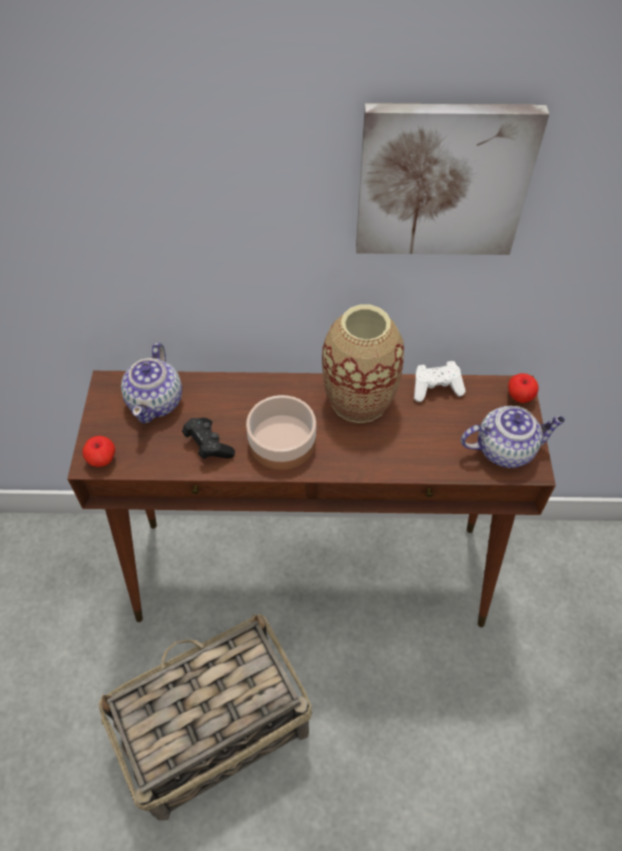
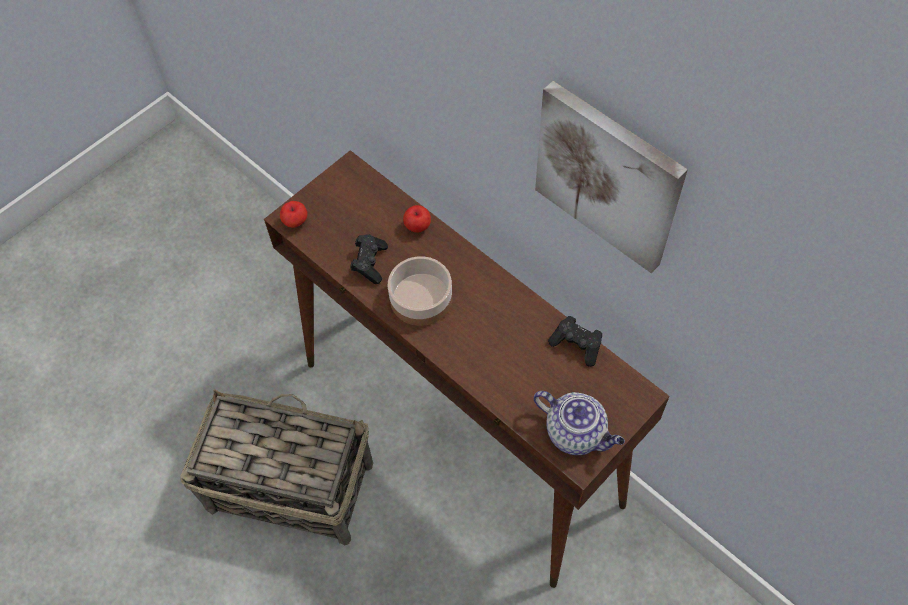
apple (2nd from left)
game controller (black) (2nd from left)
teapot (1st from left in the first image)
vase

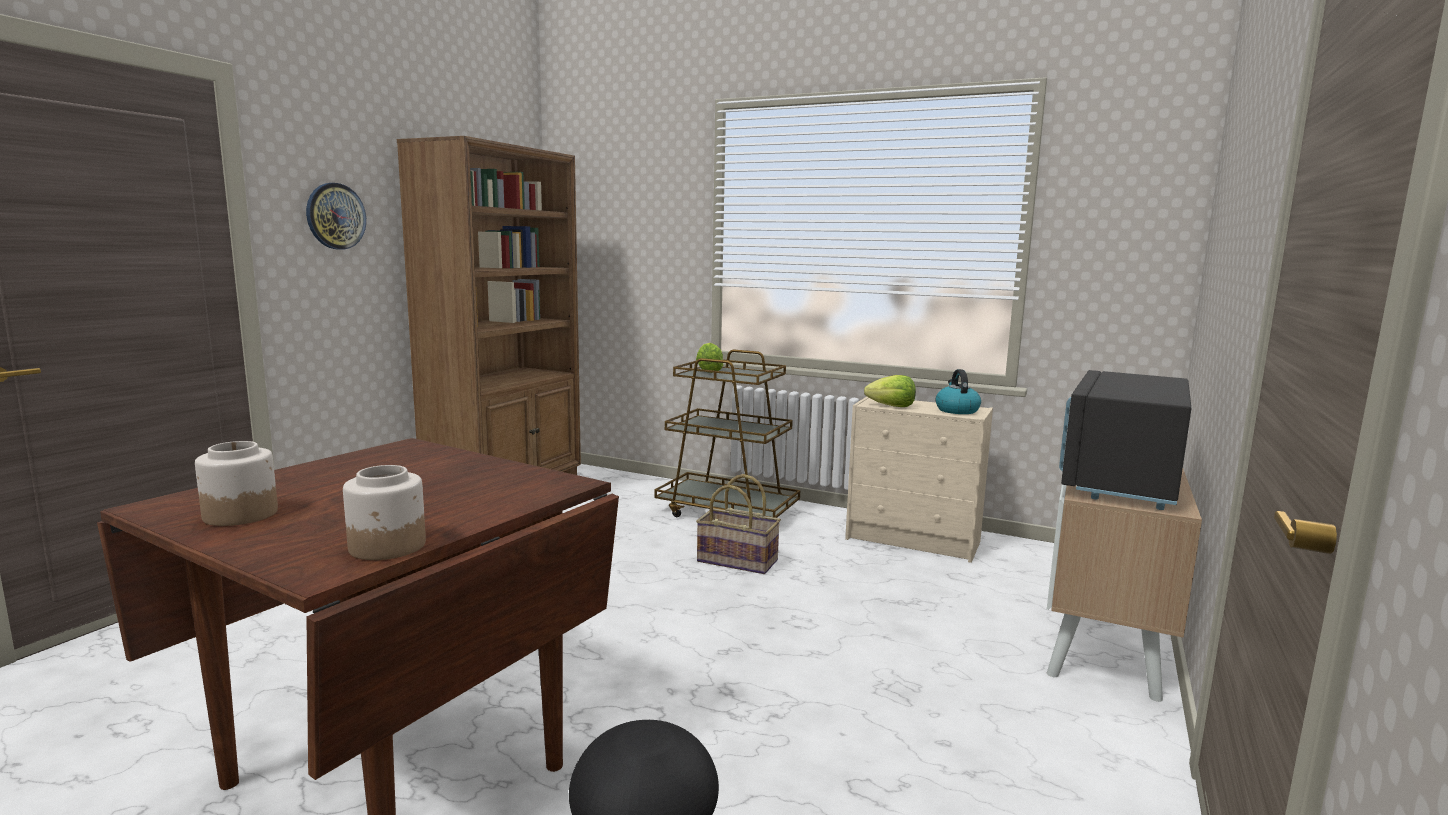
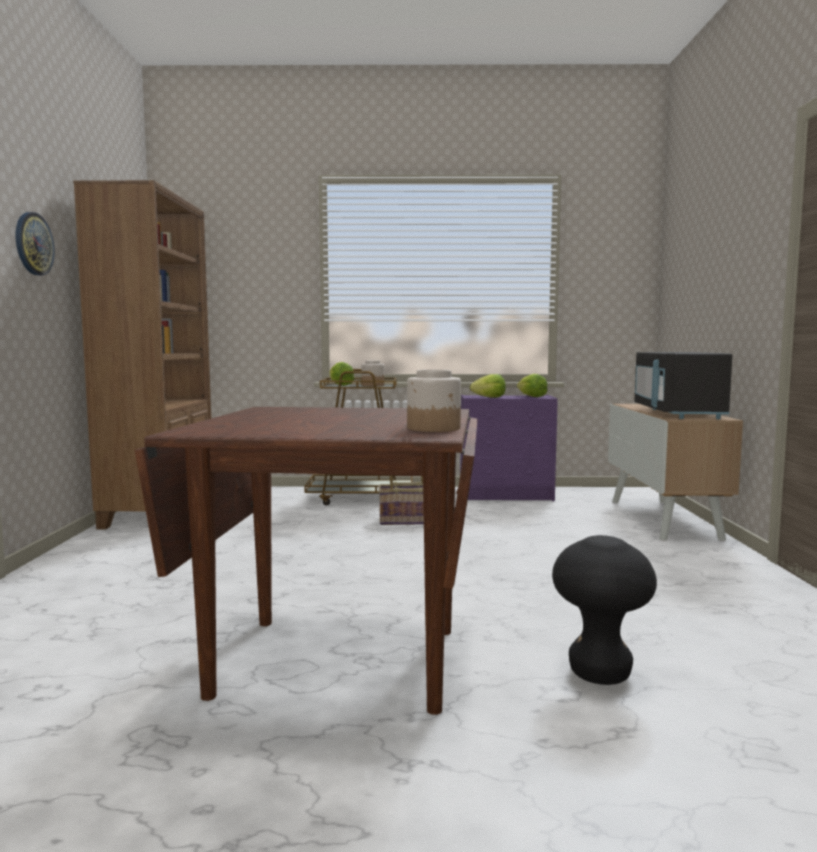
jar (1st from left)
dresser (purple)
lettuce (3rd from left)

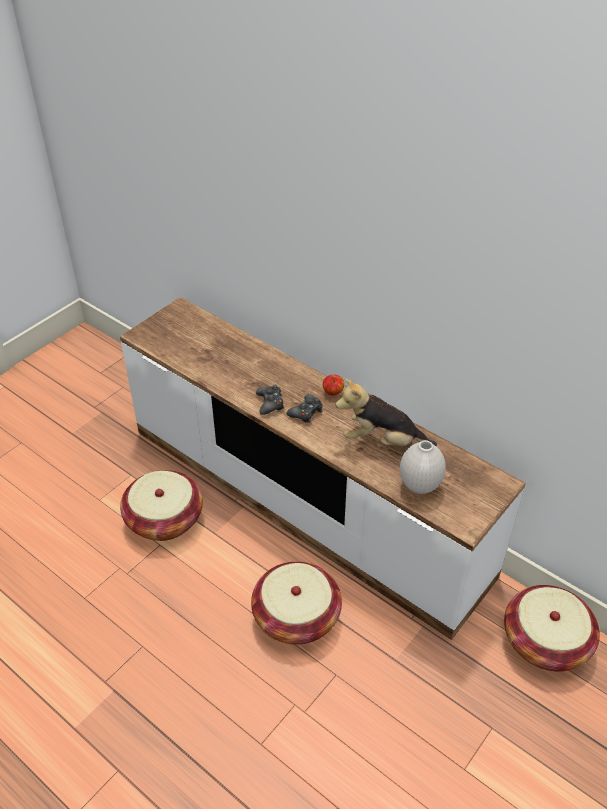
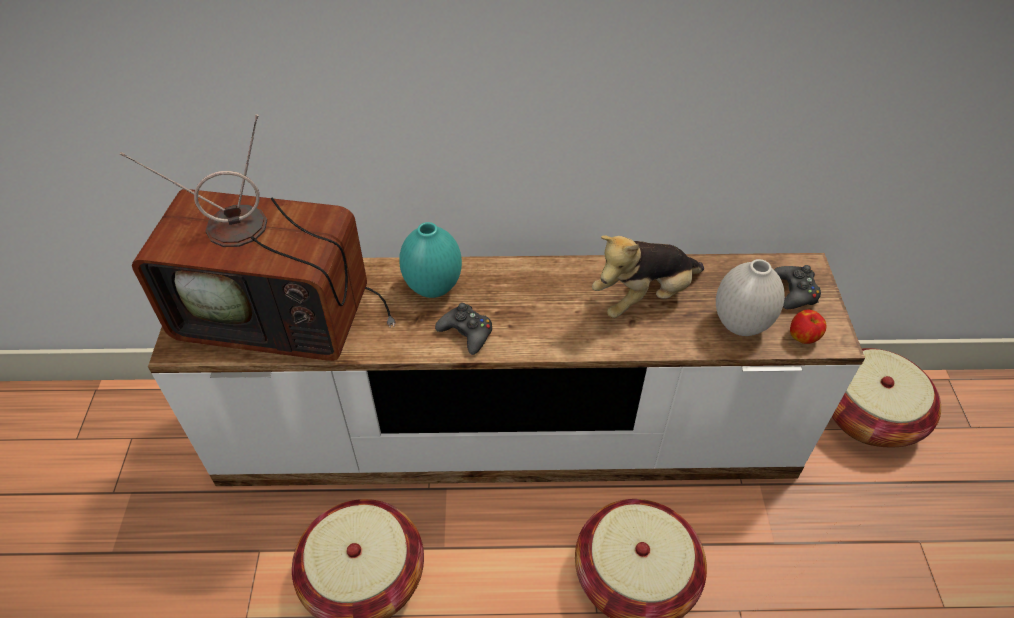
television
vase (turquoise)
game controller (black) (2nd from left)
apple

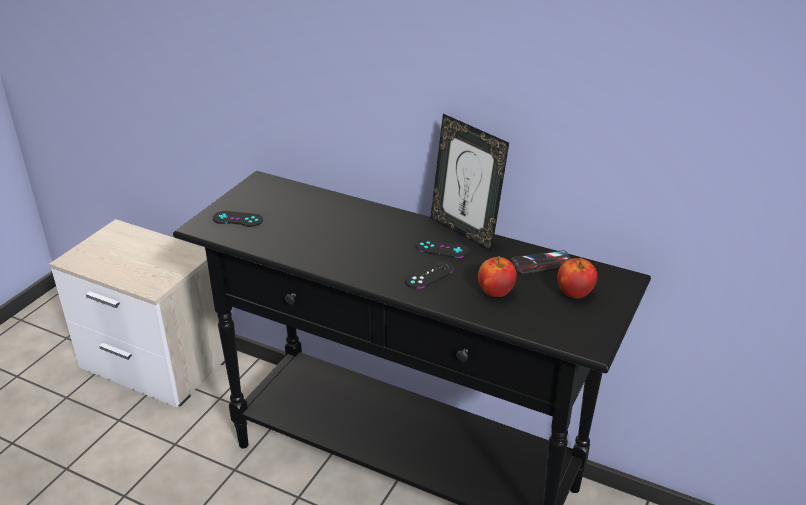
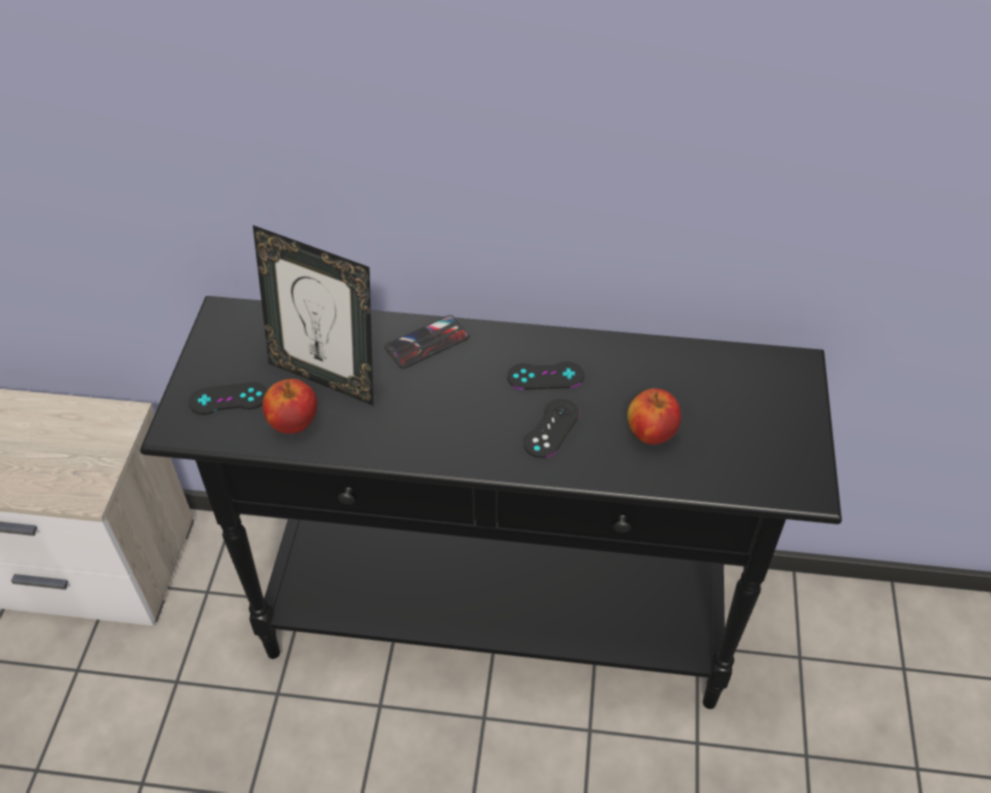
picture frame
apple (1st from left)
phone

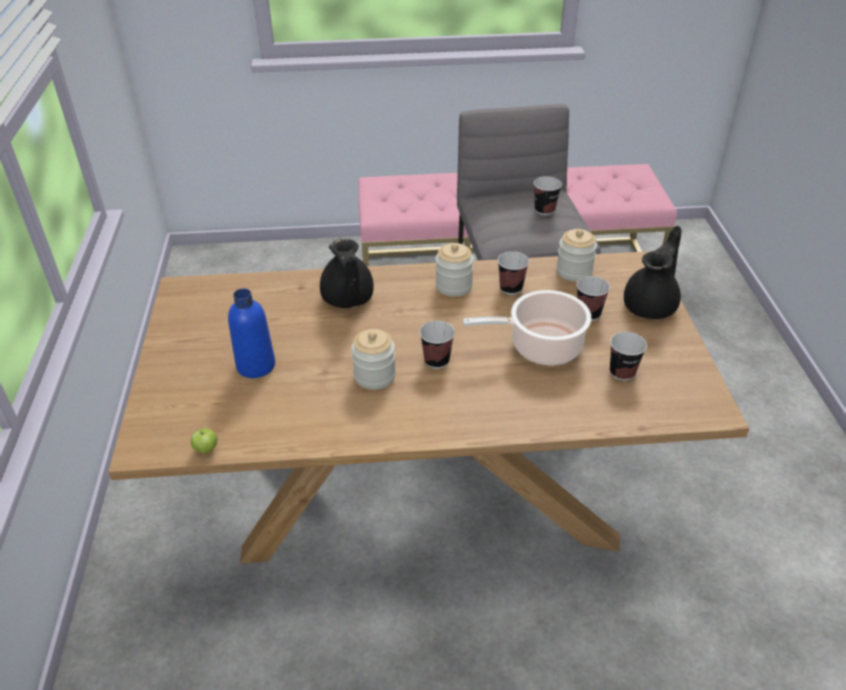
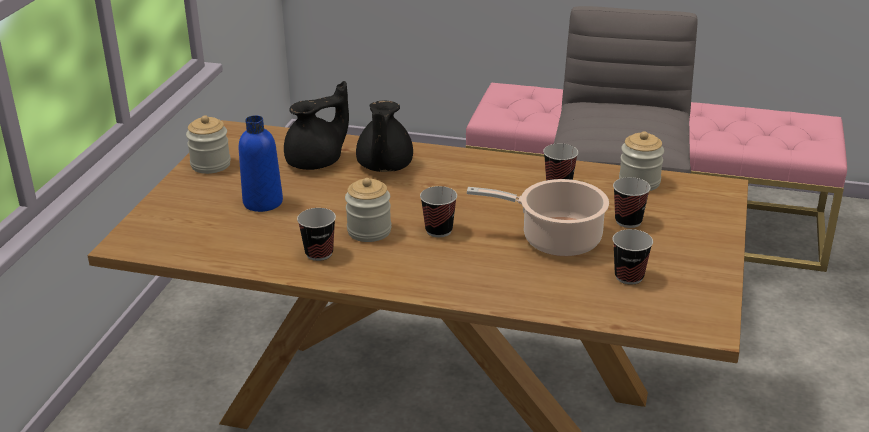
jar (1st from left)
teapot (black) (1st from left)
cup (1st from left)
apple

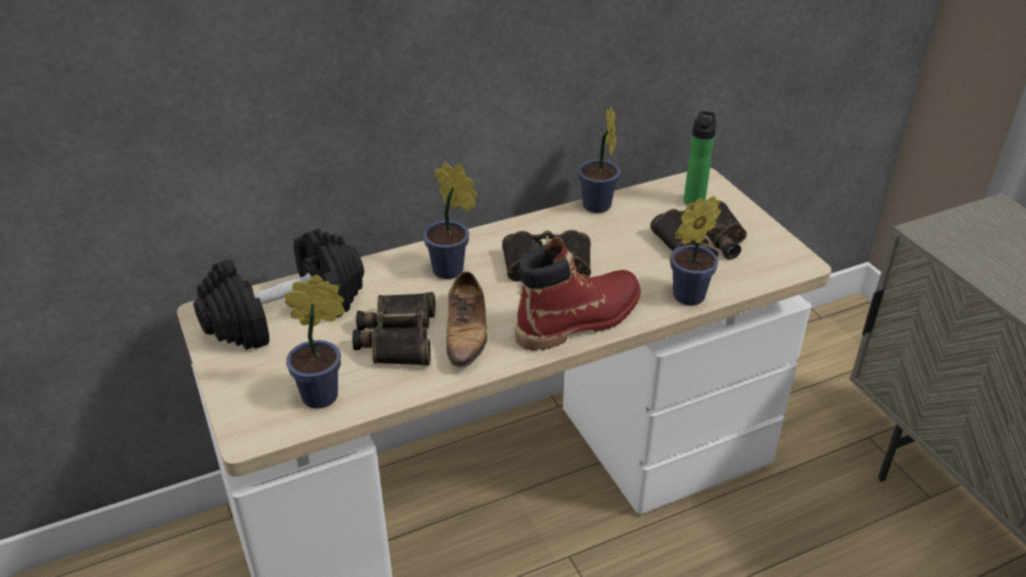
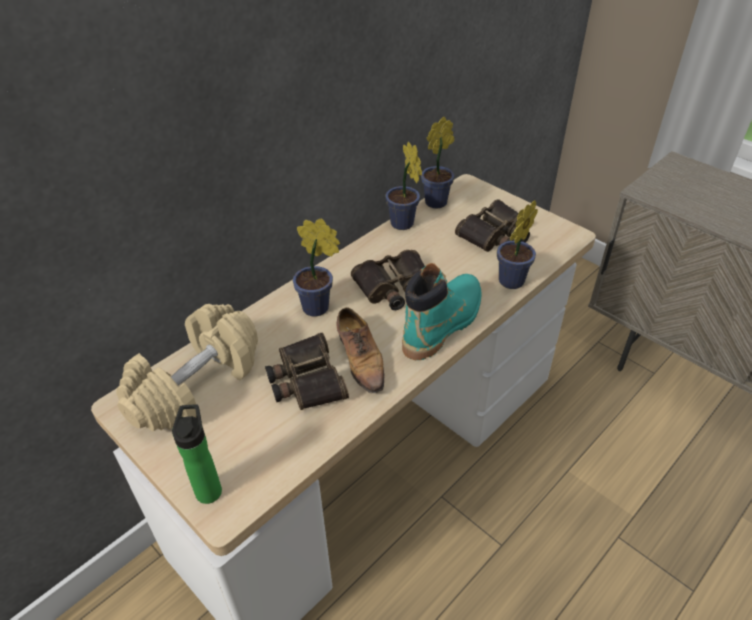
dumbbell (beige)
bottle
boot (turquoise)
potted plant (3rd from left)

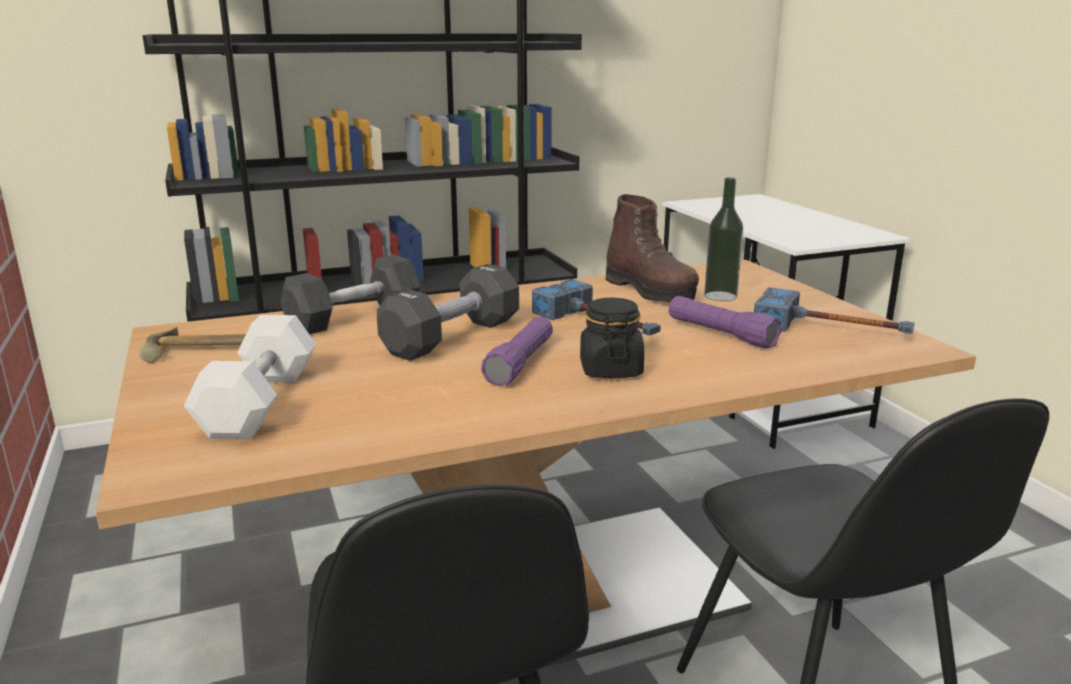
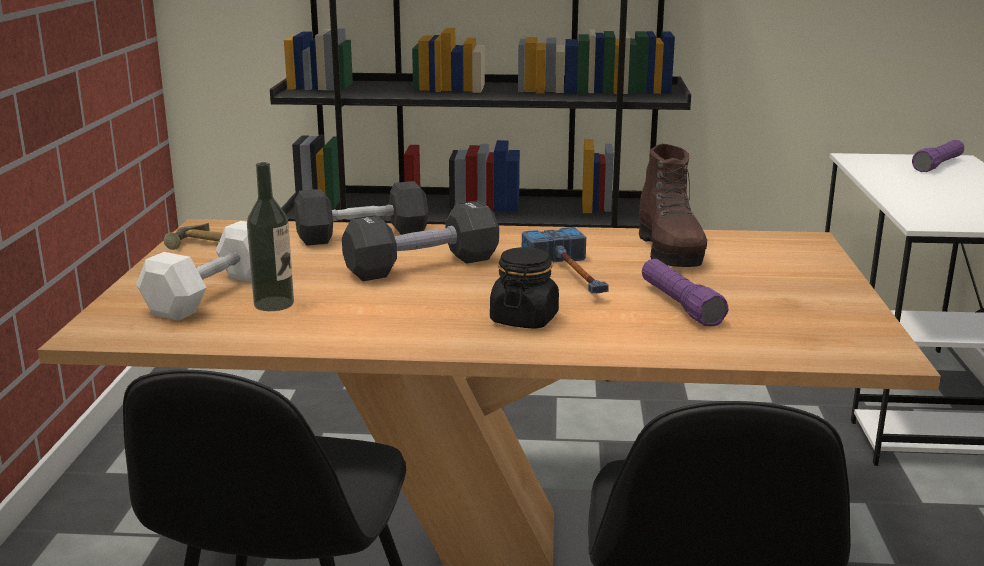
bottle
flashlight (purple) (2nd from left)
hammer (3rd from left in the first image)

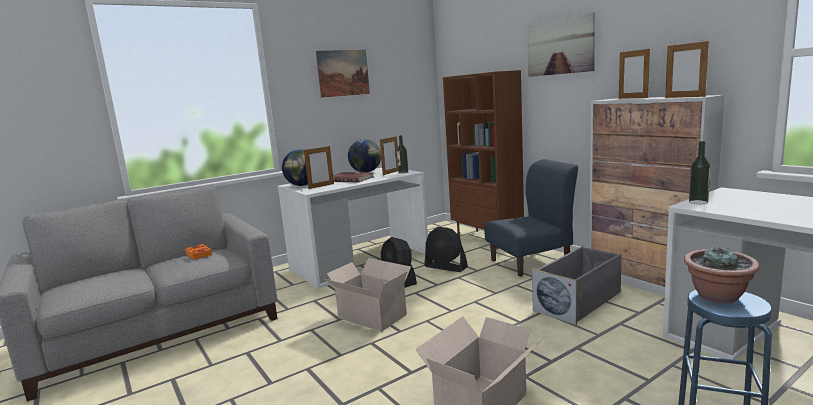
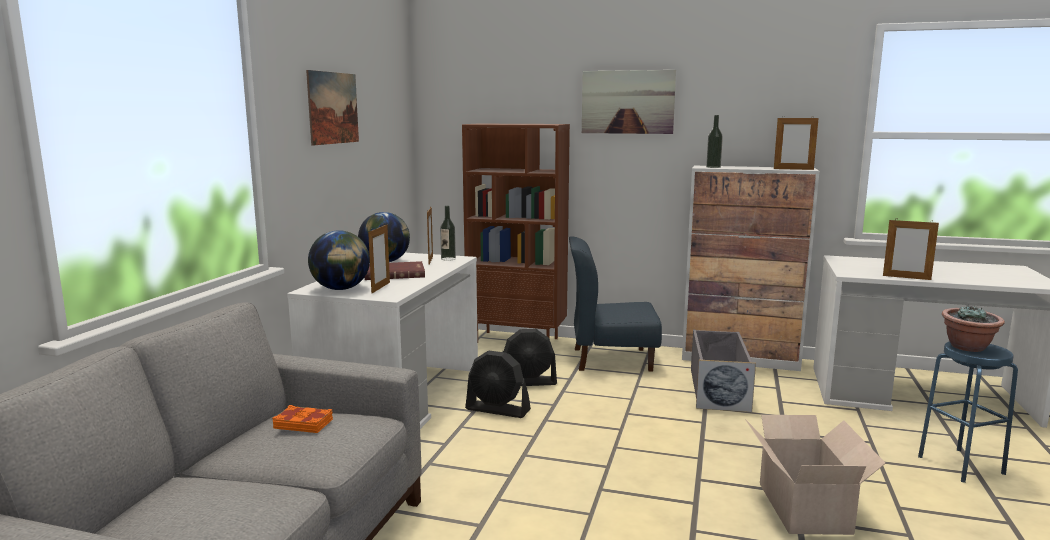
chair (blue)
bottle (2nd from left)
picture frame (4th from left)
cardboard box (1st from left in the first image)

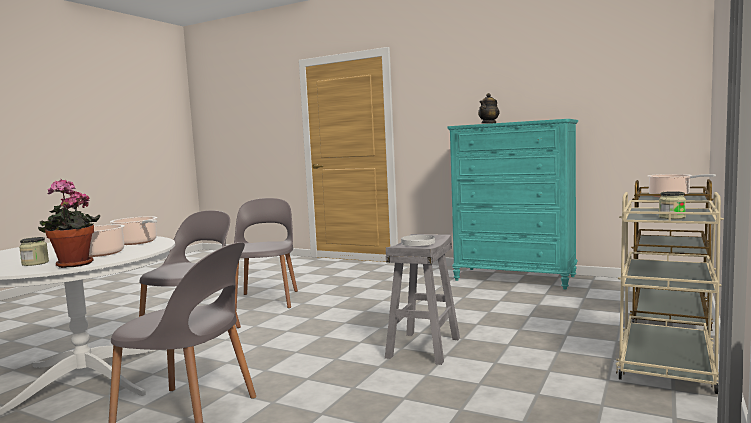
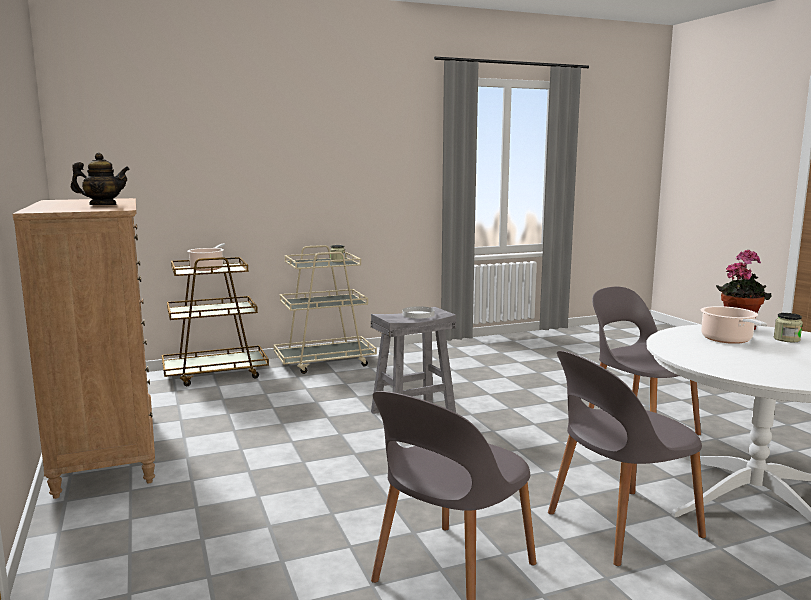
dresser (brown)
cooking pot (2nd from left in the first image)

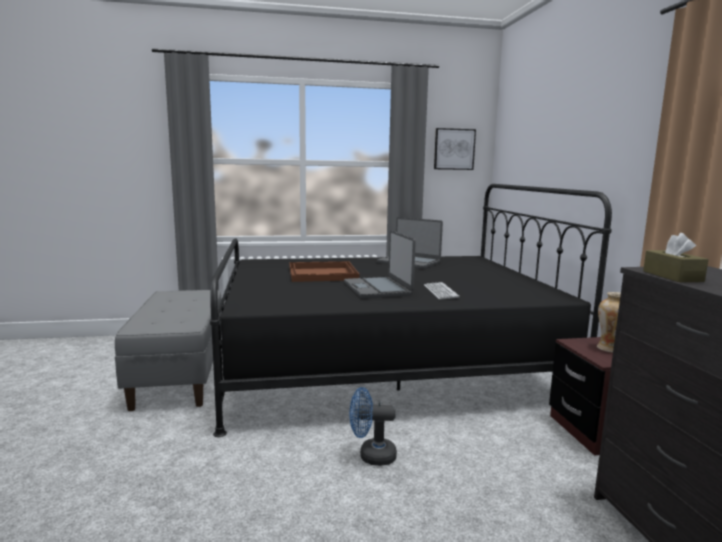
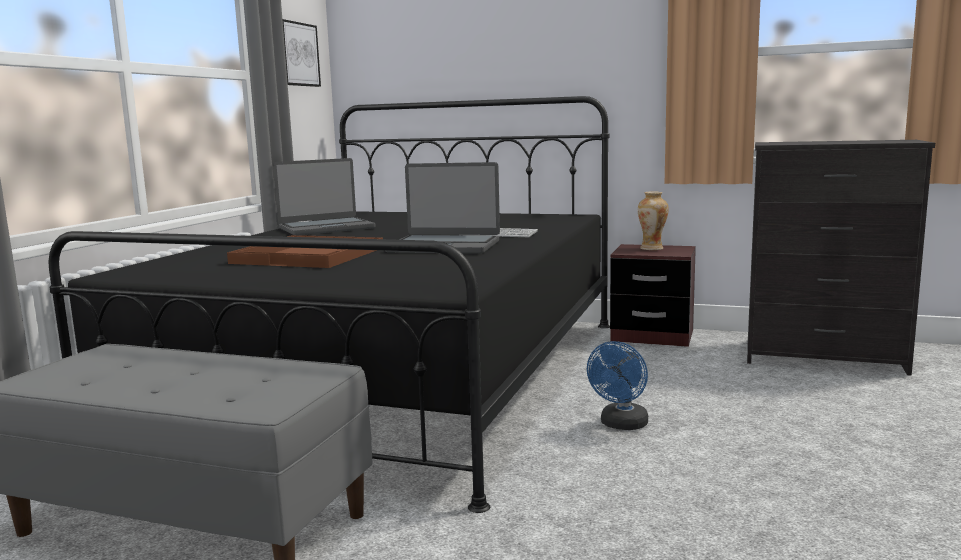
tissue box (brown)

